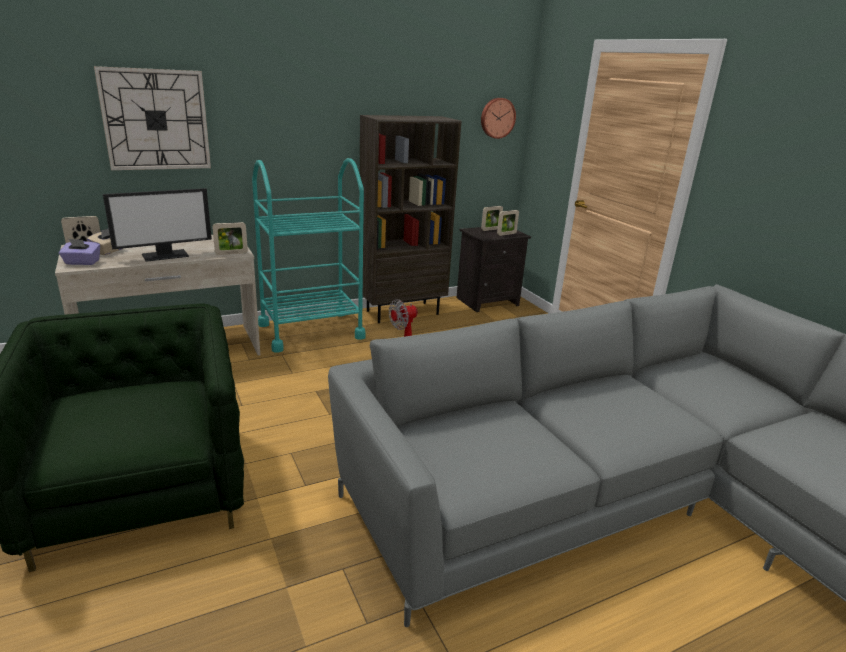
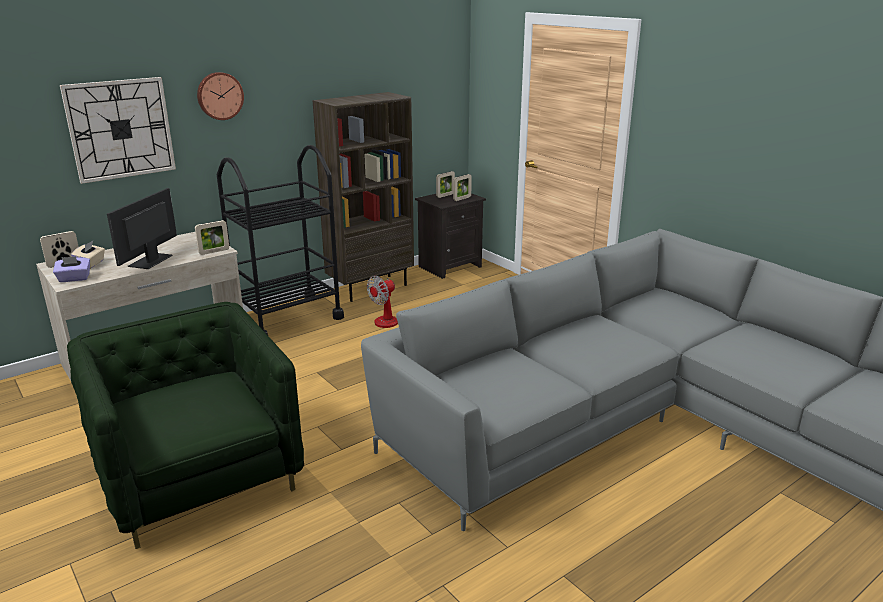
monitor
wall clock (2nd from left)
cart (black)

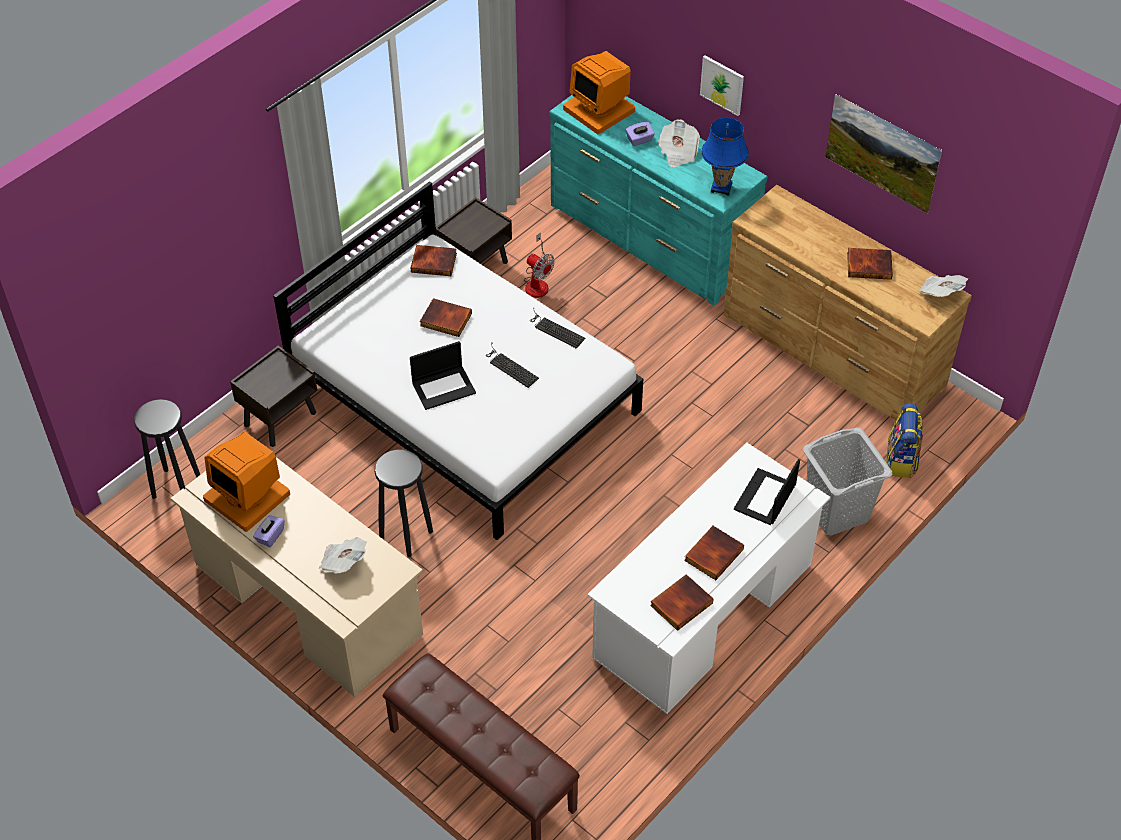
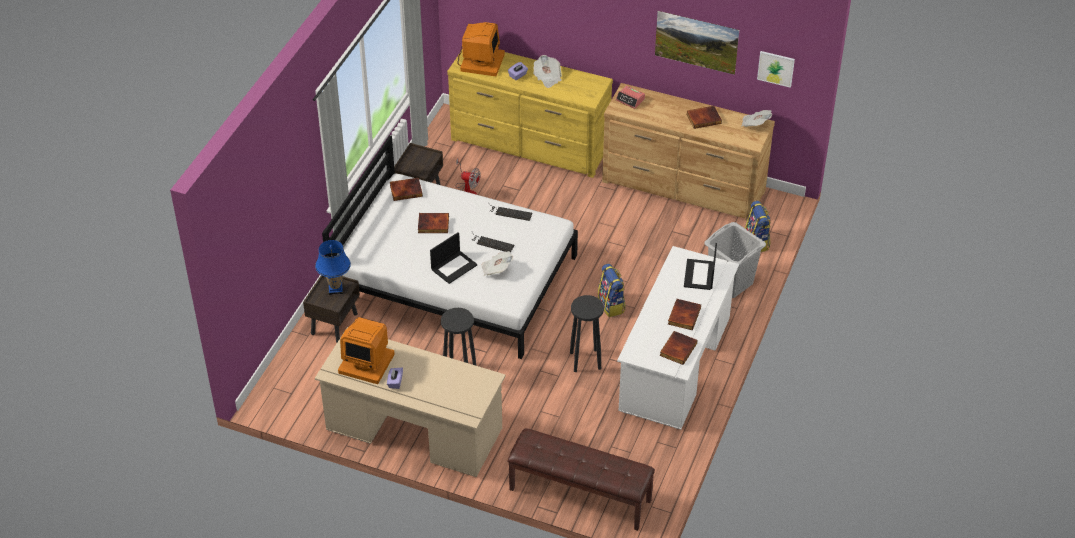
table lamp (blue)
dresser (yellow)
monitor (2nd from left)
newspaper (1st from left)
stool (black) (2nd from left)
backpack (1st from left)
alarm clock
picture (2nd from left)

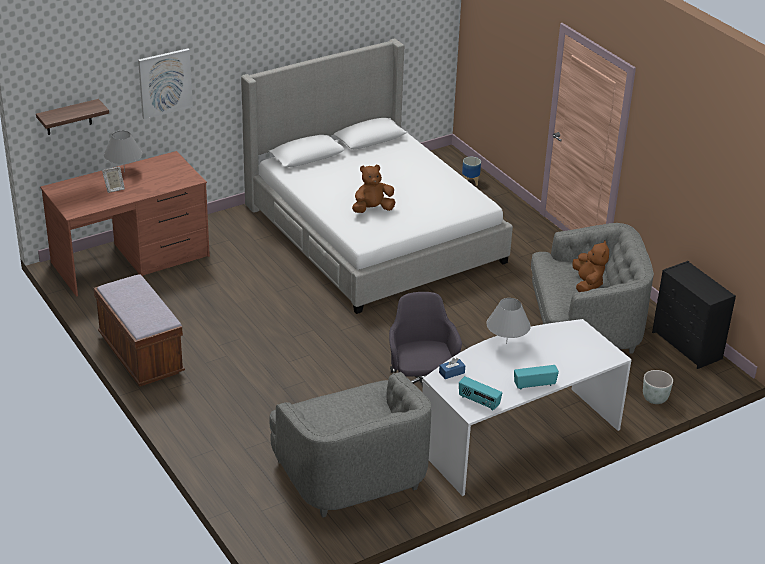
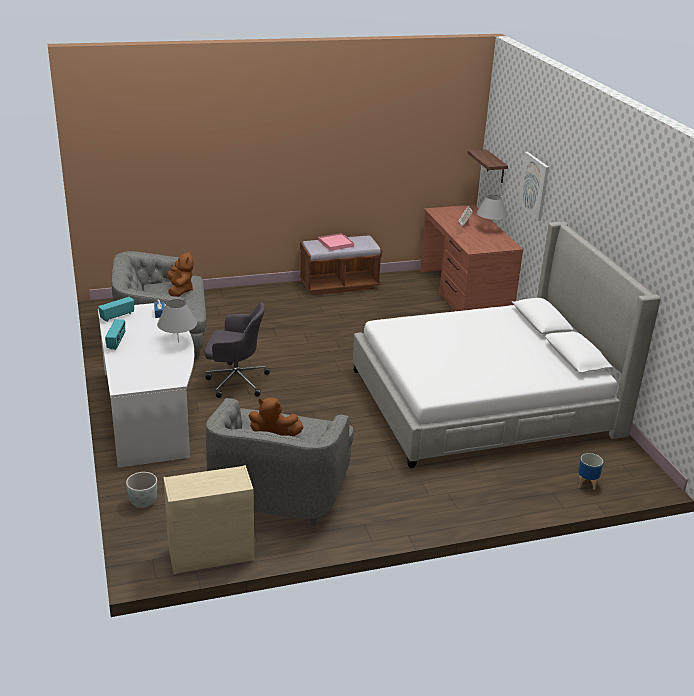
dresser (beige)
plush toy (brown) (1st from left)
tray (pink)

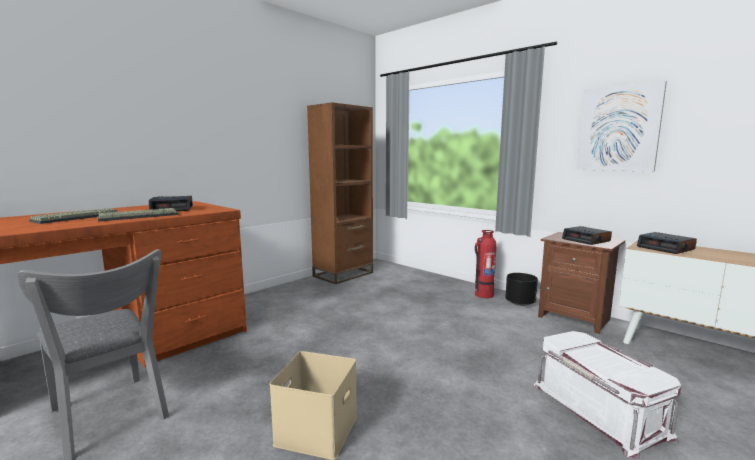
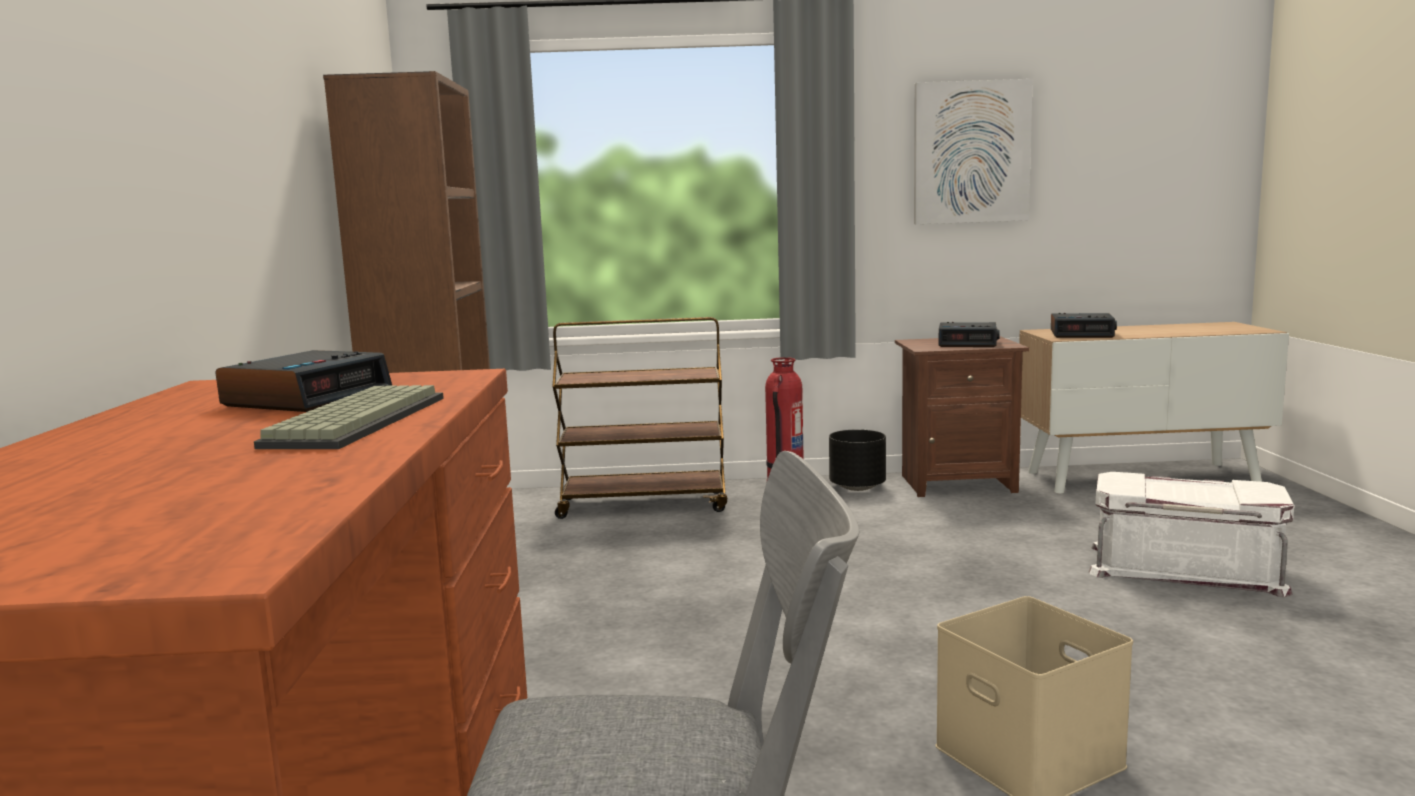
cart (brown)
keyboard (1st from left in the first image)

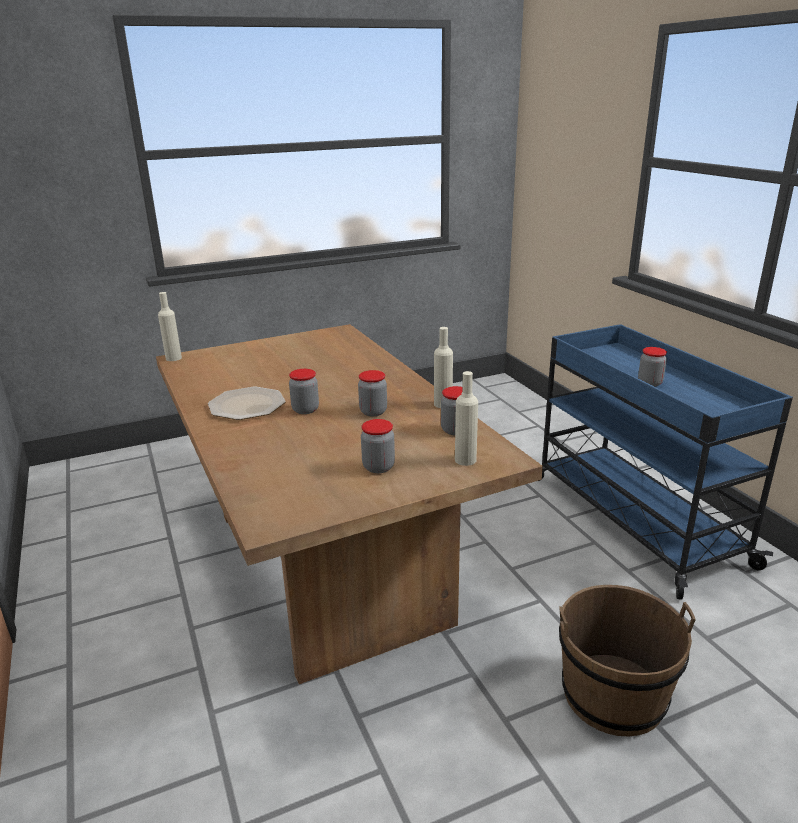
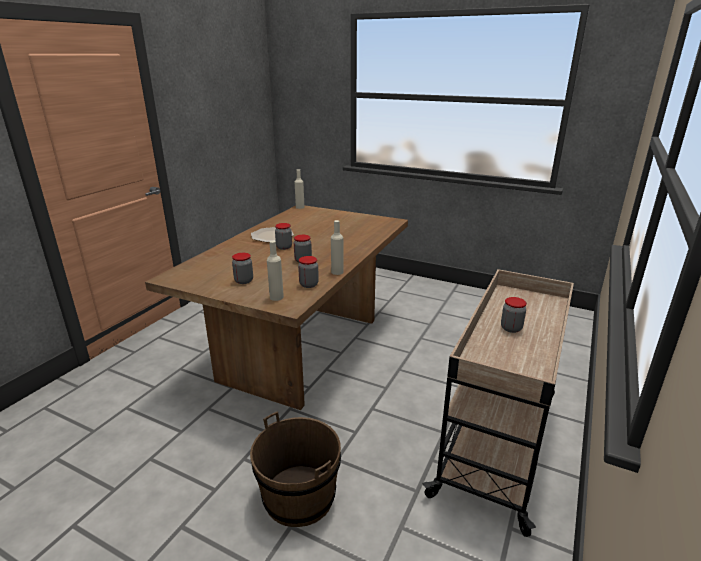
cart (beige)

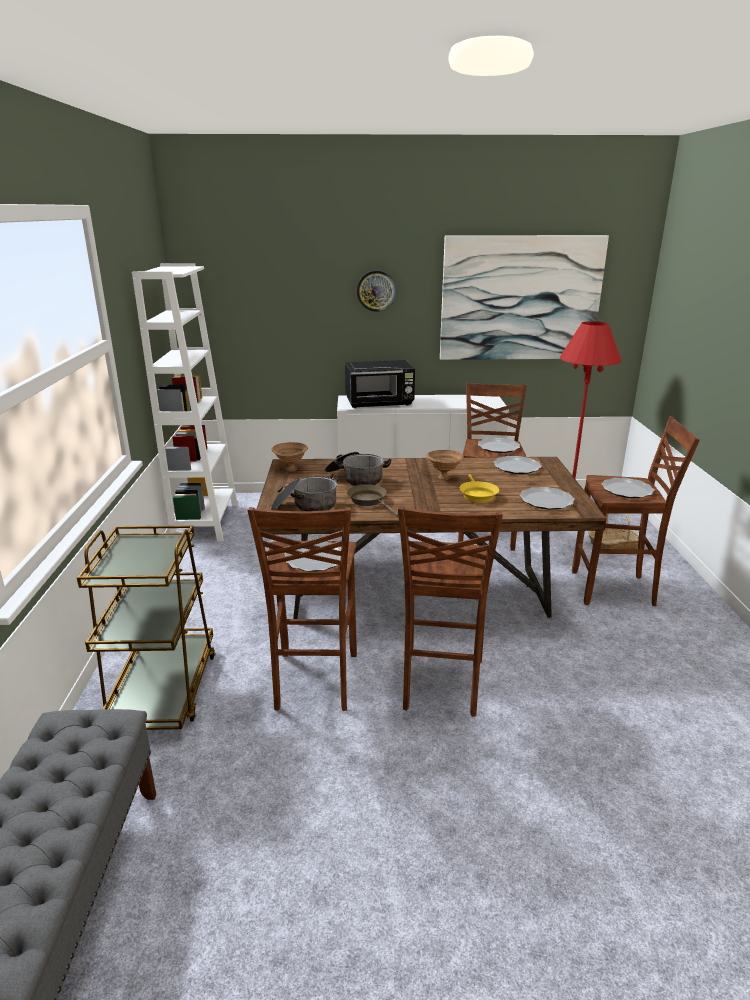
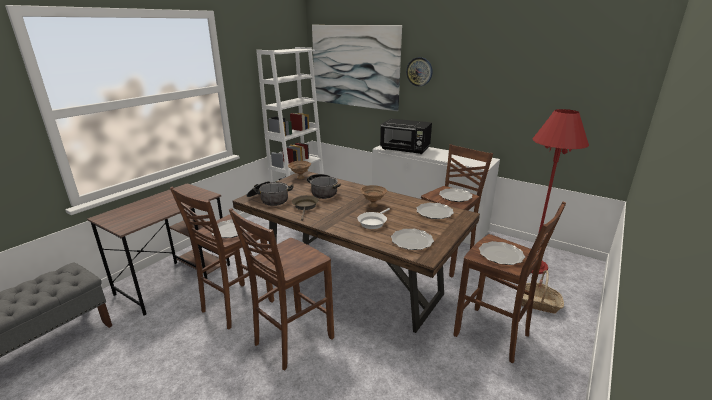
desk (brown)
picture
frying pan (white)

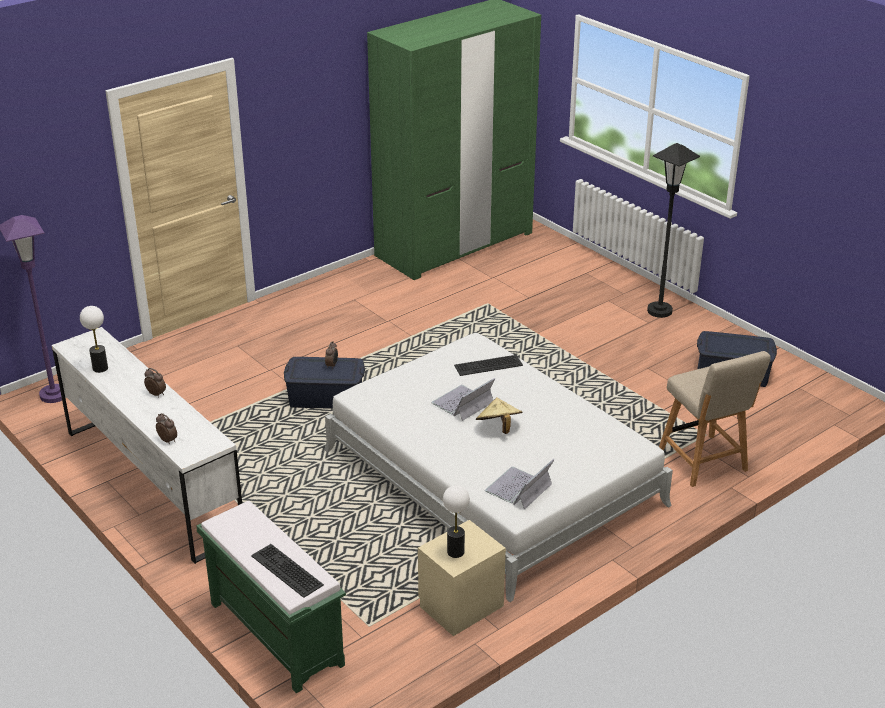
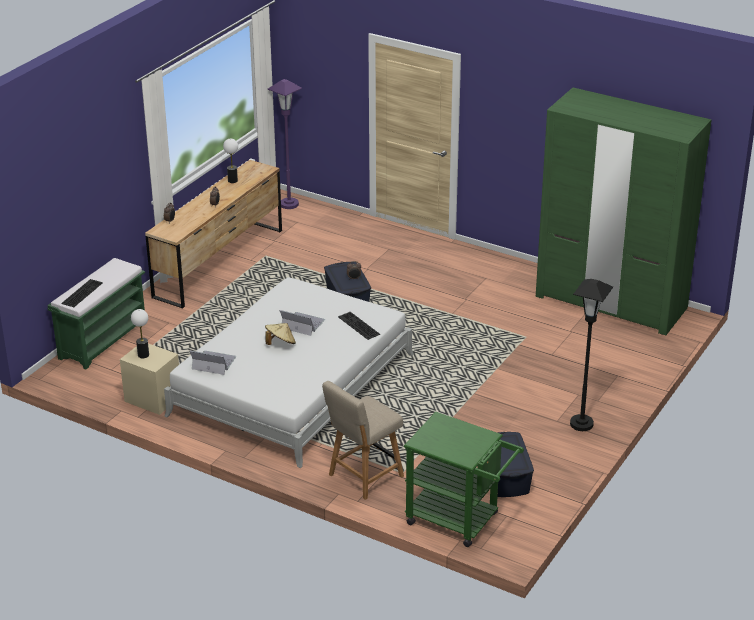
dresser (brown)
cart (green)

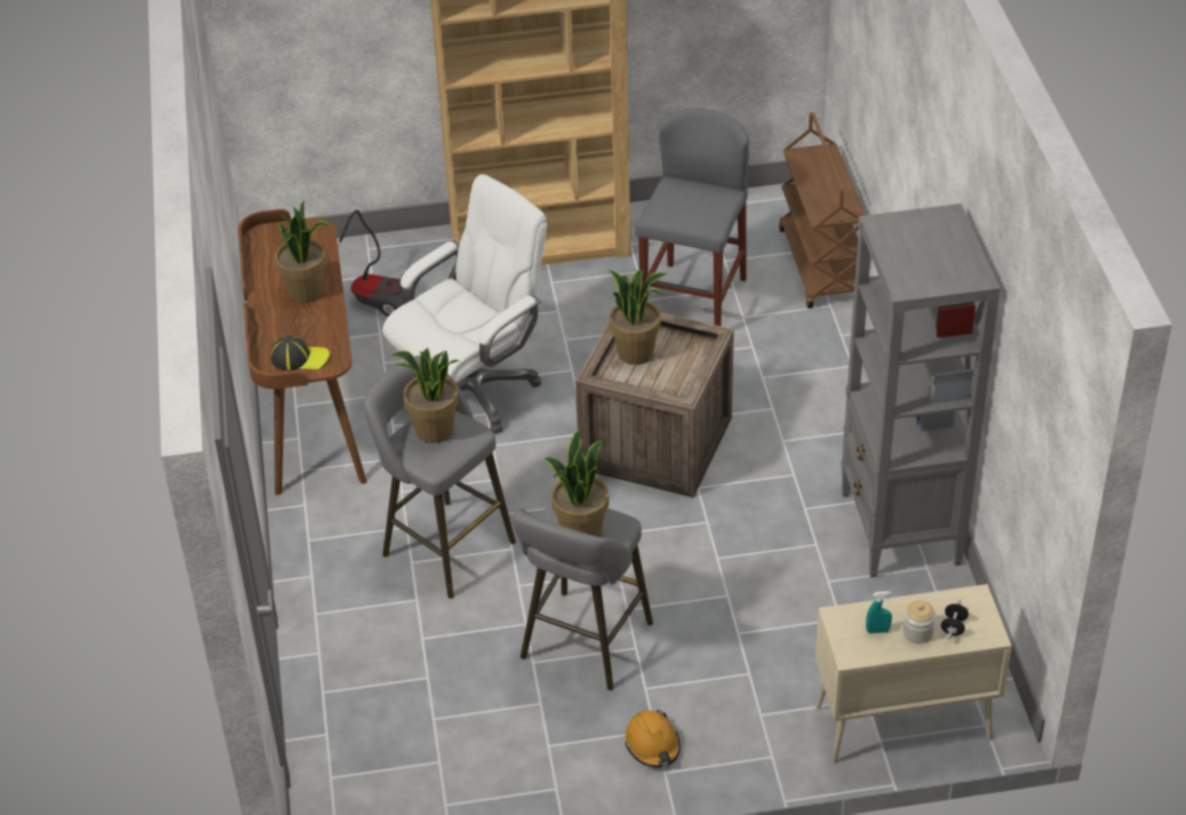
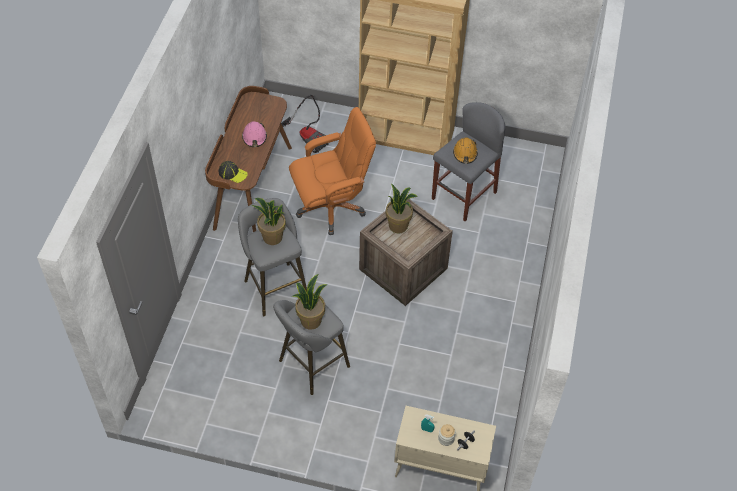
hard hat (pink)
office chair (orange)
hard hat (orange)
cart (brown)
bookcase (grey)

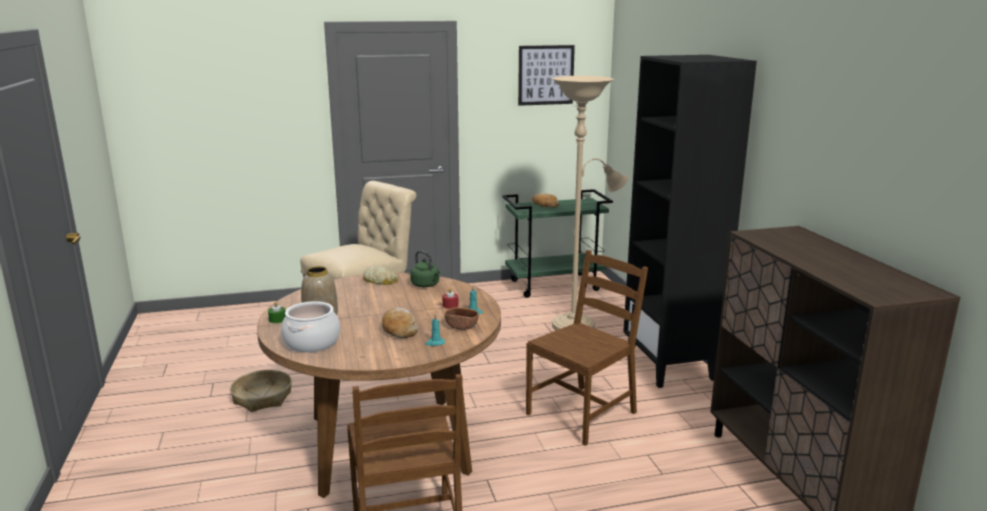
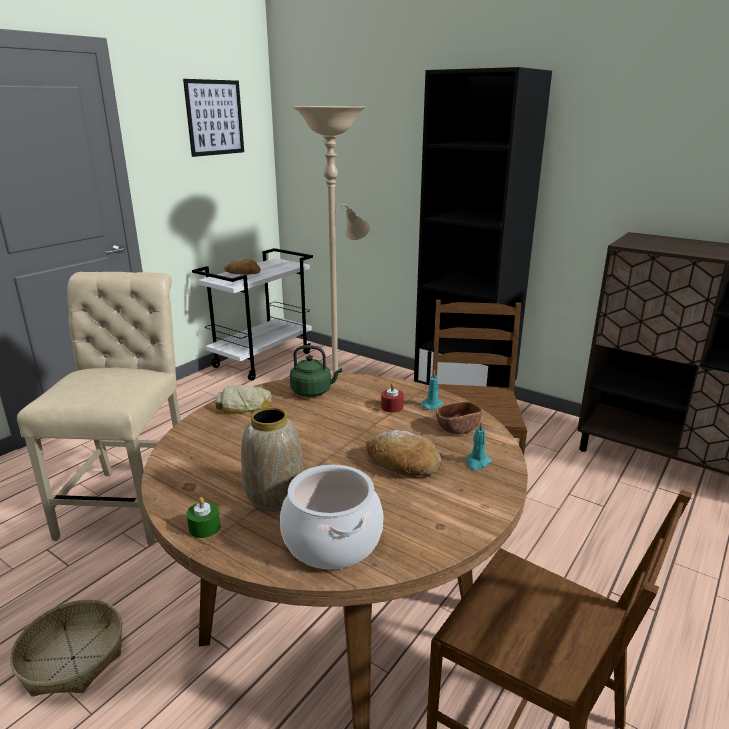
cart (white)

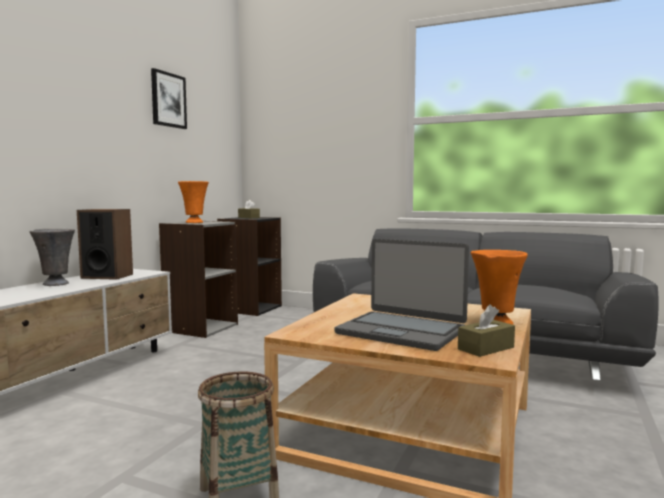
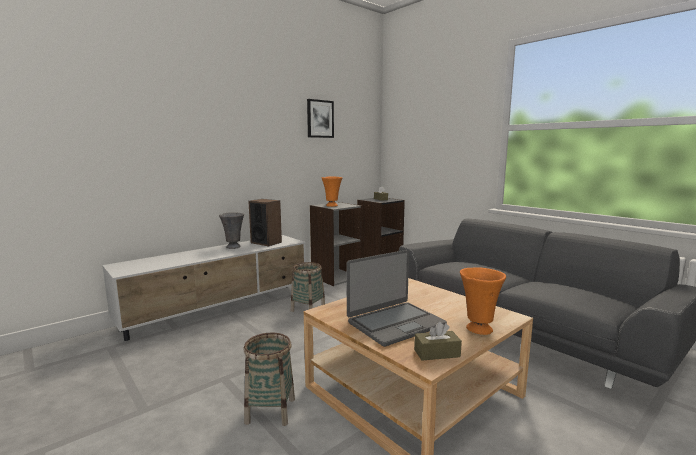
basket (2nd from left)
laptop

